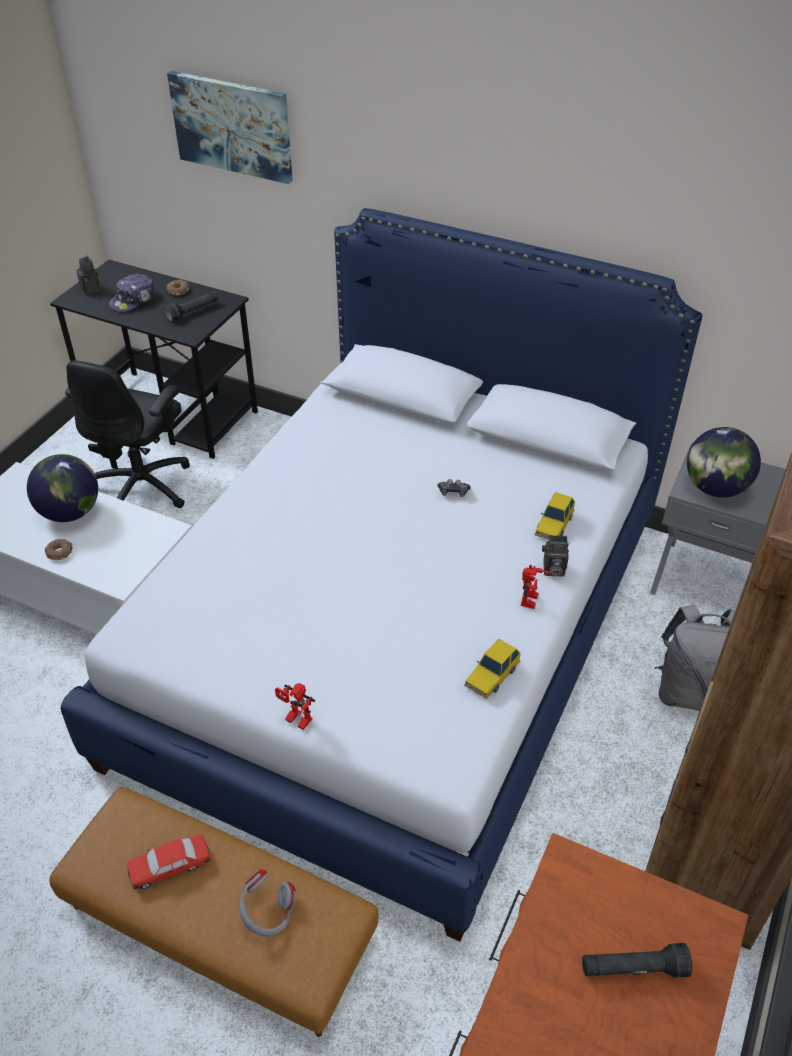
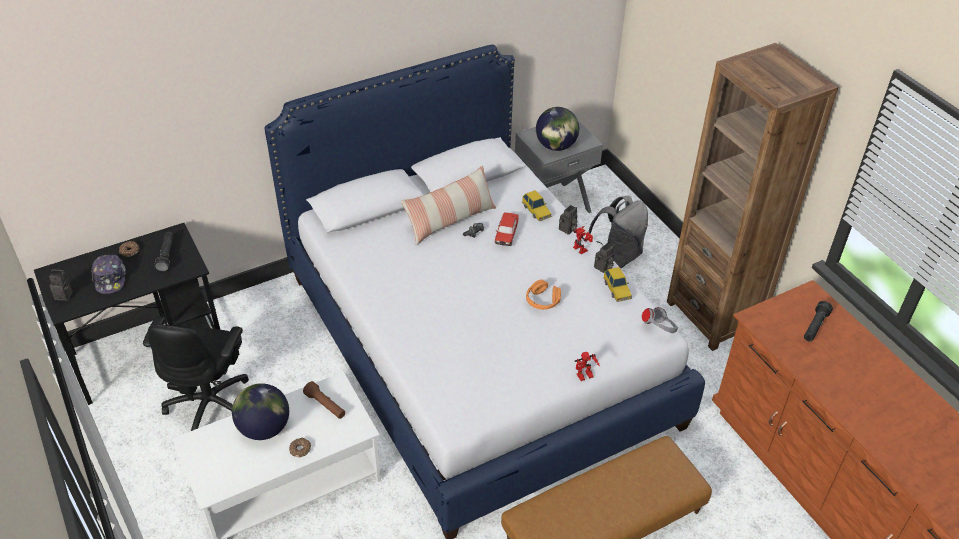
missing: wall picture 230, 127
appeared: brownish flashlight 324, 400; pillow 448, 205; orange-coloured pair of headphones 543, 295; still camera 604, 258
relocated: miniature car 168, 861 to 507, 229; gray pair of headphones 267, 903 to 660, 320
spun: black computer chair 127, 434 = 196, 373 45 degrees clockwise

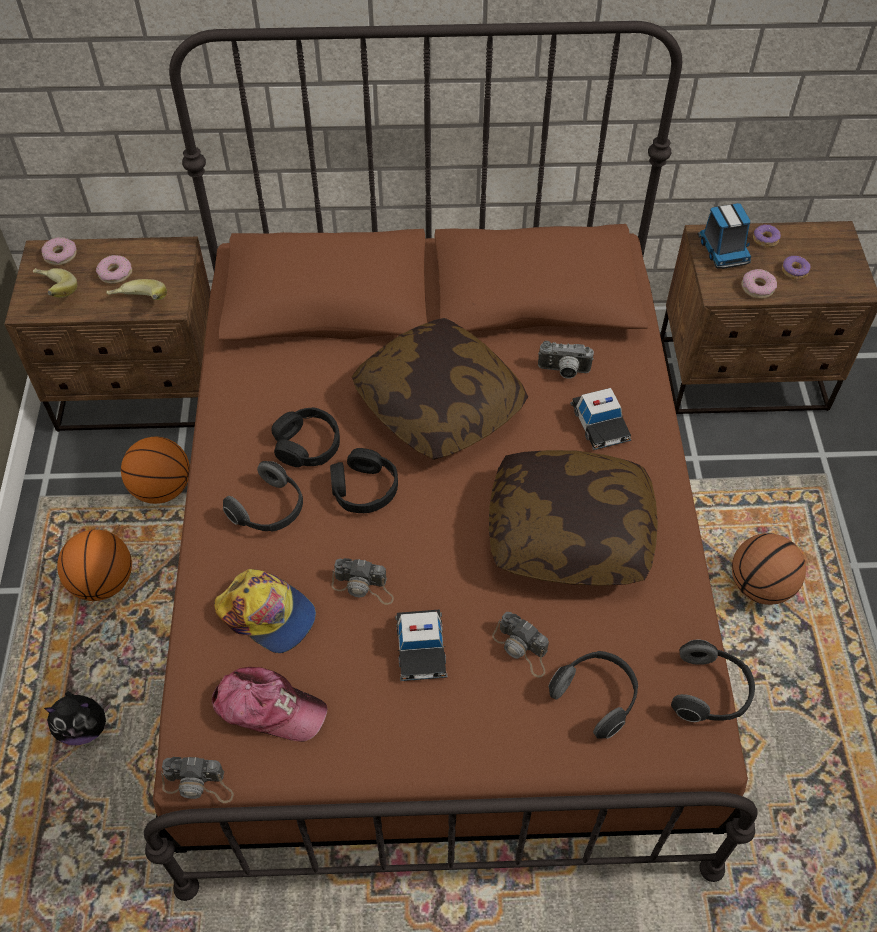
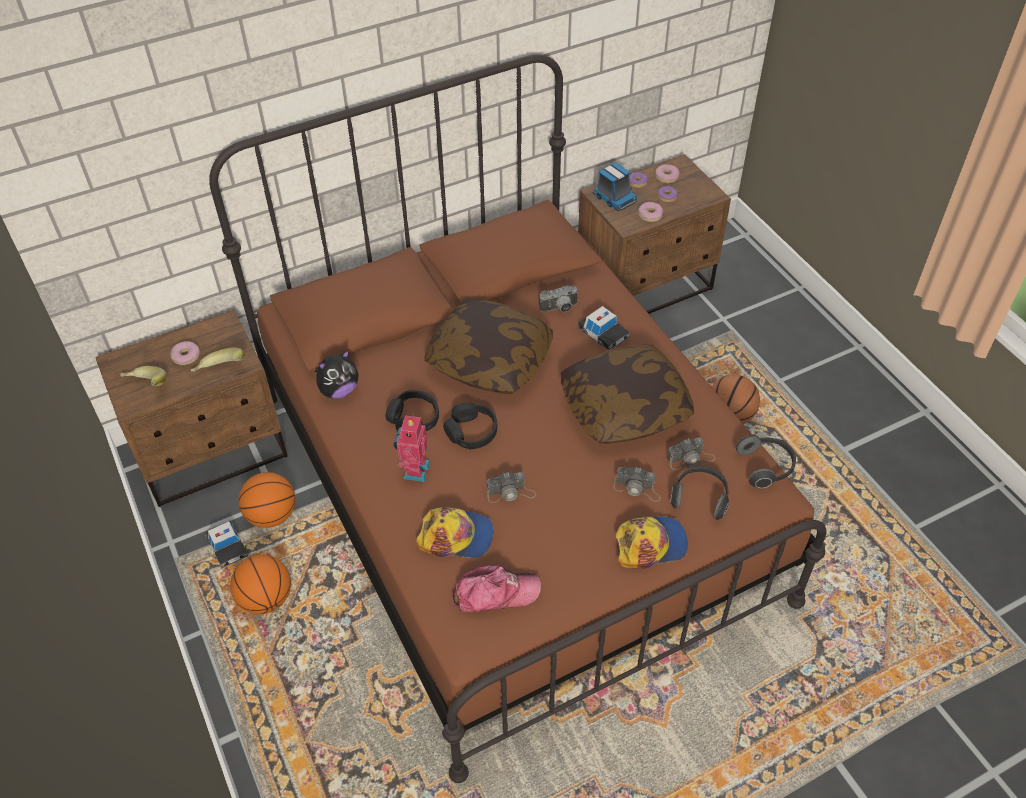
appeared: cap 652, 543
relocated: donut 59, 251 to 667, 173; soft toy 77, 718 to 337, 374; still camera 197, 780 to 691, 453; miniature car 421, 645 to 227, 545
exchanged: pair of headphones 263, 496 to model robot 411, 448

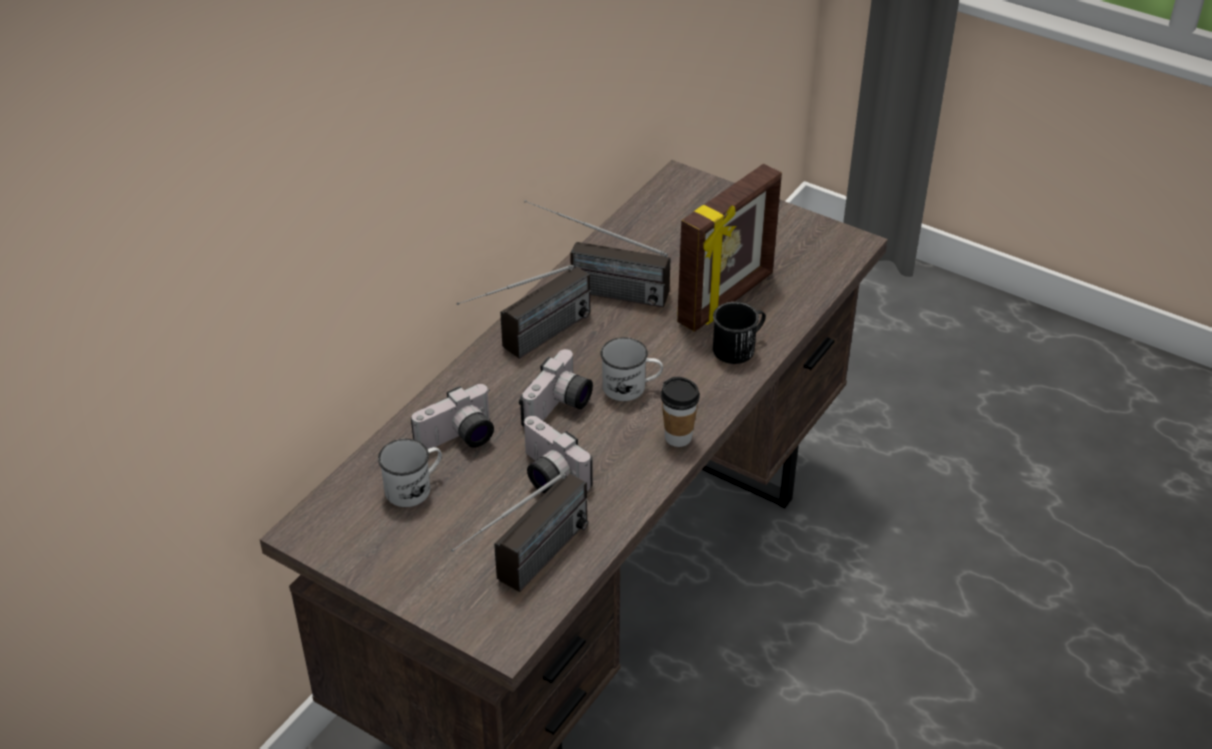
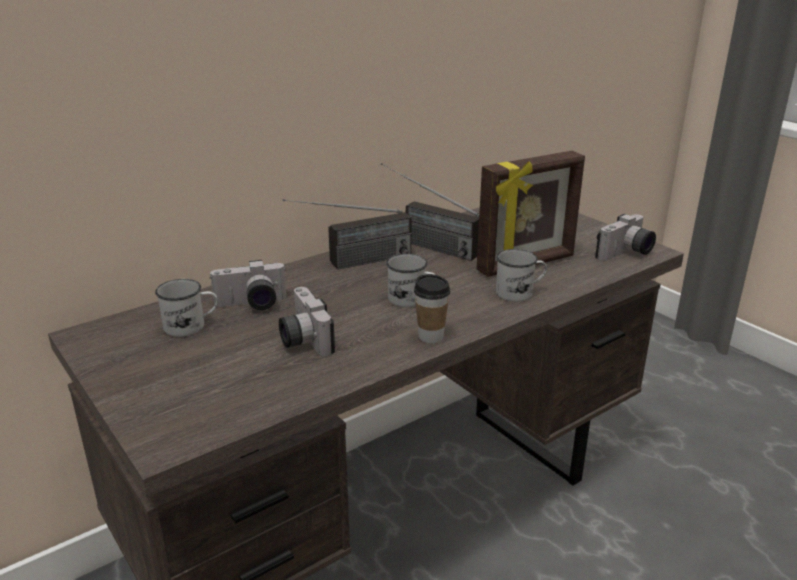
missing: radio set 519, 532
relocated: still camera 556, 388 to 625, 237
colour: black tea mug 739, 333 to whitish tea mug 521, 275

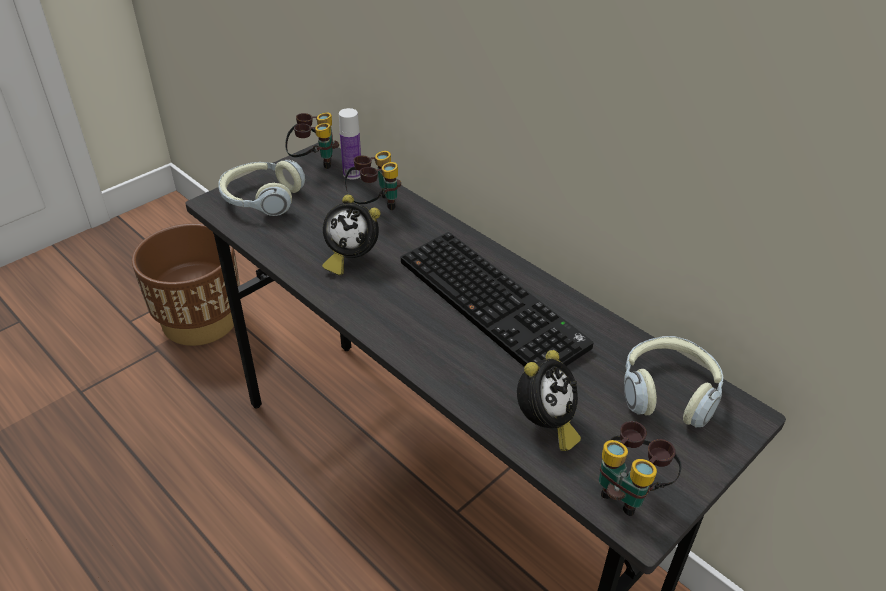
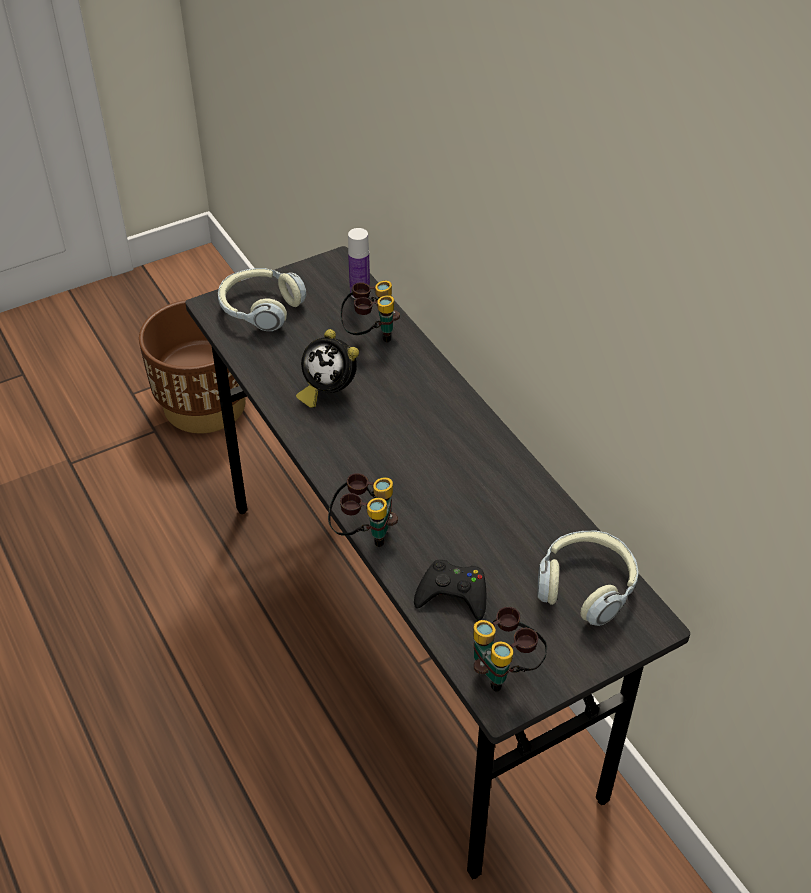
missing: keyboard 497, 299
relocated: binoculars 312, 140 to 363, 510
exchanged: bedside clock 549, 400 to black joypad 450, 590

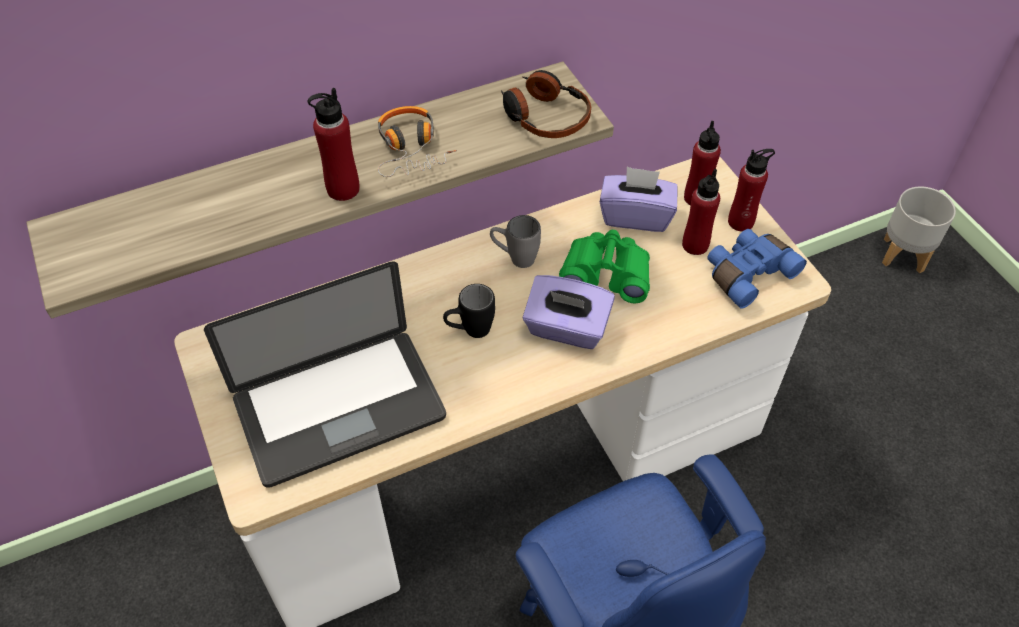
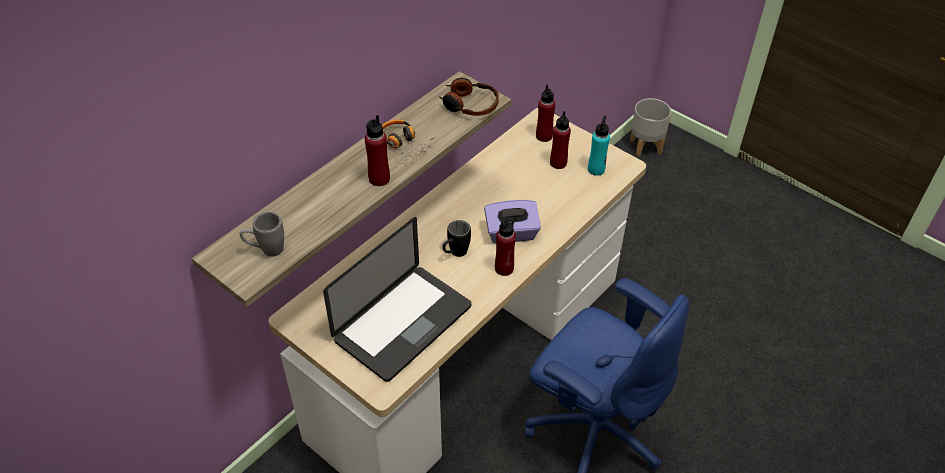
missing: green binoculars 604, 267; purple-coloured tissue holder 639, 199
relocated: gray tea mug 515, 241 to 262, 234; reddish drink bottle 751, 190 to 505, 246
exchanged: bluish binoculars 757, 269 to turquoise drink bottle 599, 146

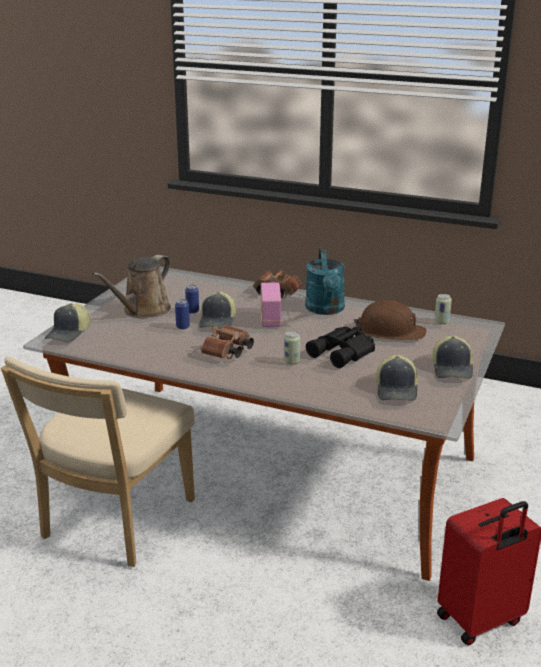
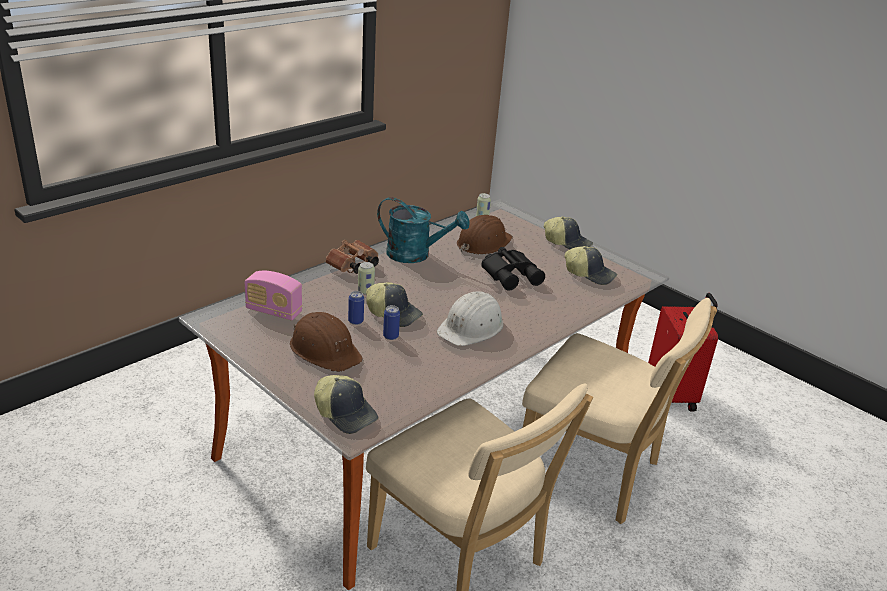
appeared: beige upright chair 619, 411
relocated: radio set 271, 304 to 273, 296; metal can 292, 347 to 366, 278
exchanged: brownish watering can 131, 286 to brownish hard hat 326, 342; brownish binoculars 227, 342 to whitish hard hat 469, 318

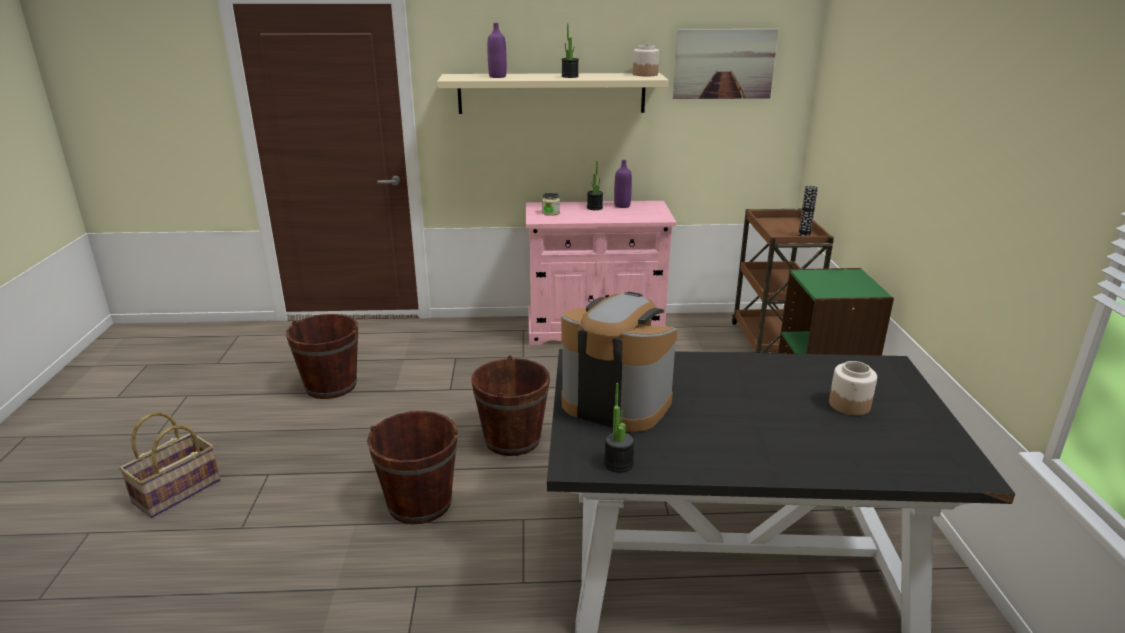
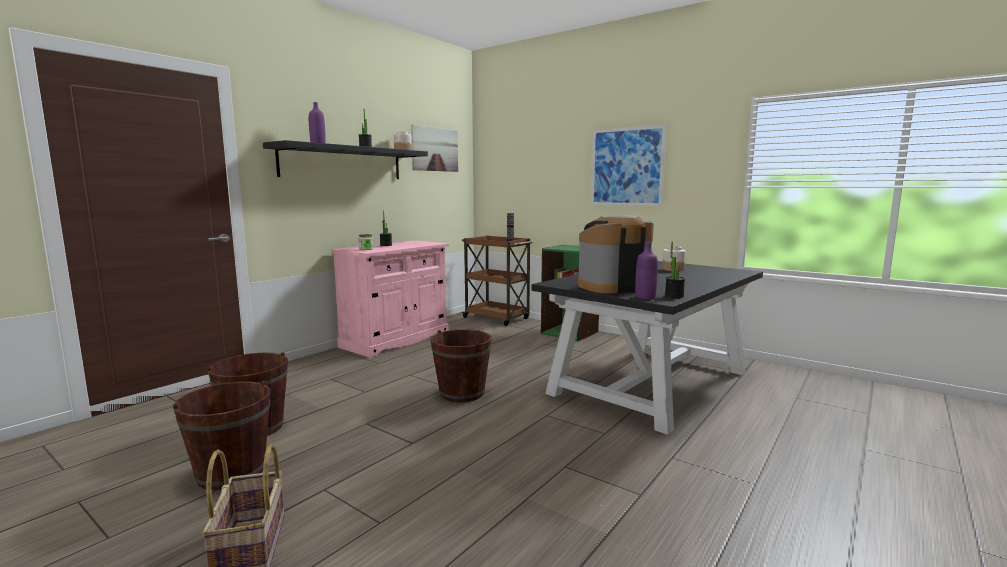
appeared: wall picture 628, 165
relocated: brownish bucket 412, 467 to 222, 435; purple-coloured drink bottle 623, 184 to 646, 270
colour: beige shelf 553, 93 to black shelf 345, 159

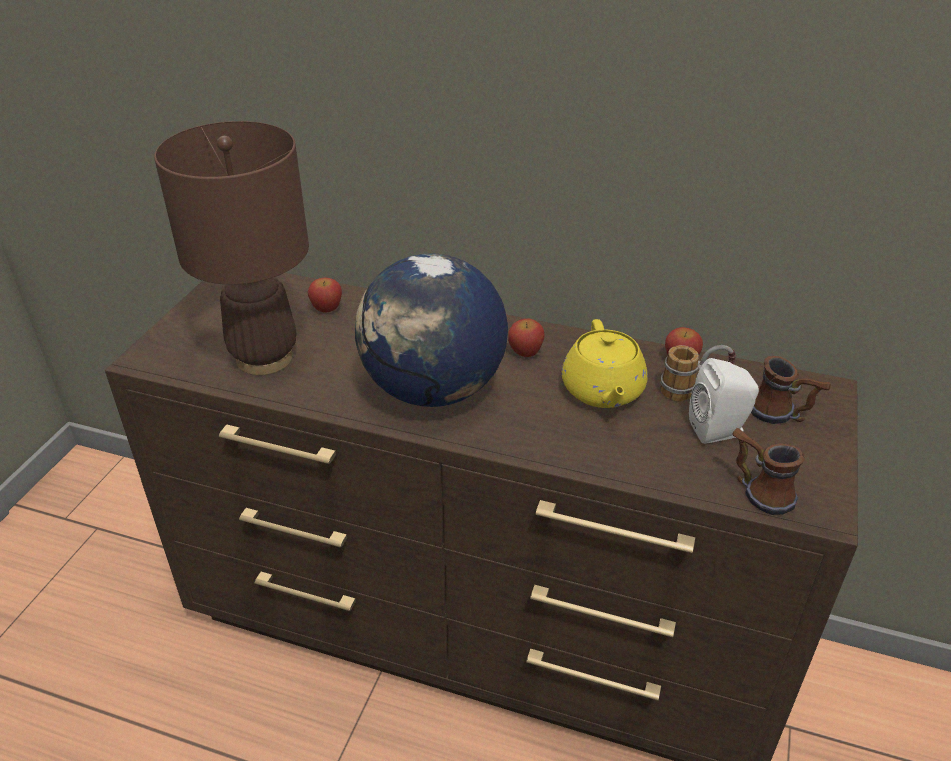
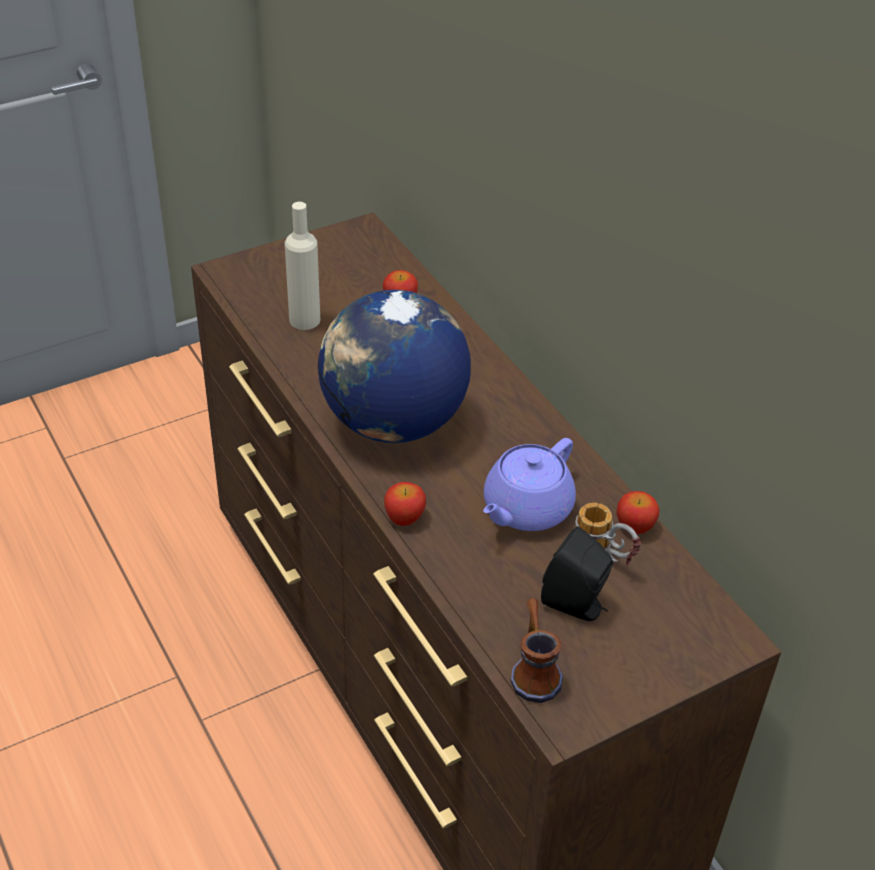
missing: tea mug 791, 390
relocated: apple fruit 526, 337 to 405, 504
exchanged: brownish table lamp 231, 248 to beige drink bottle 302, 266
colour: yellowish pot for tea 605, 363 to purple-coloured pot for tea 529, 484; whitish audio speaker 724, 401 to black audio speaker 577, 573

